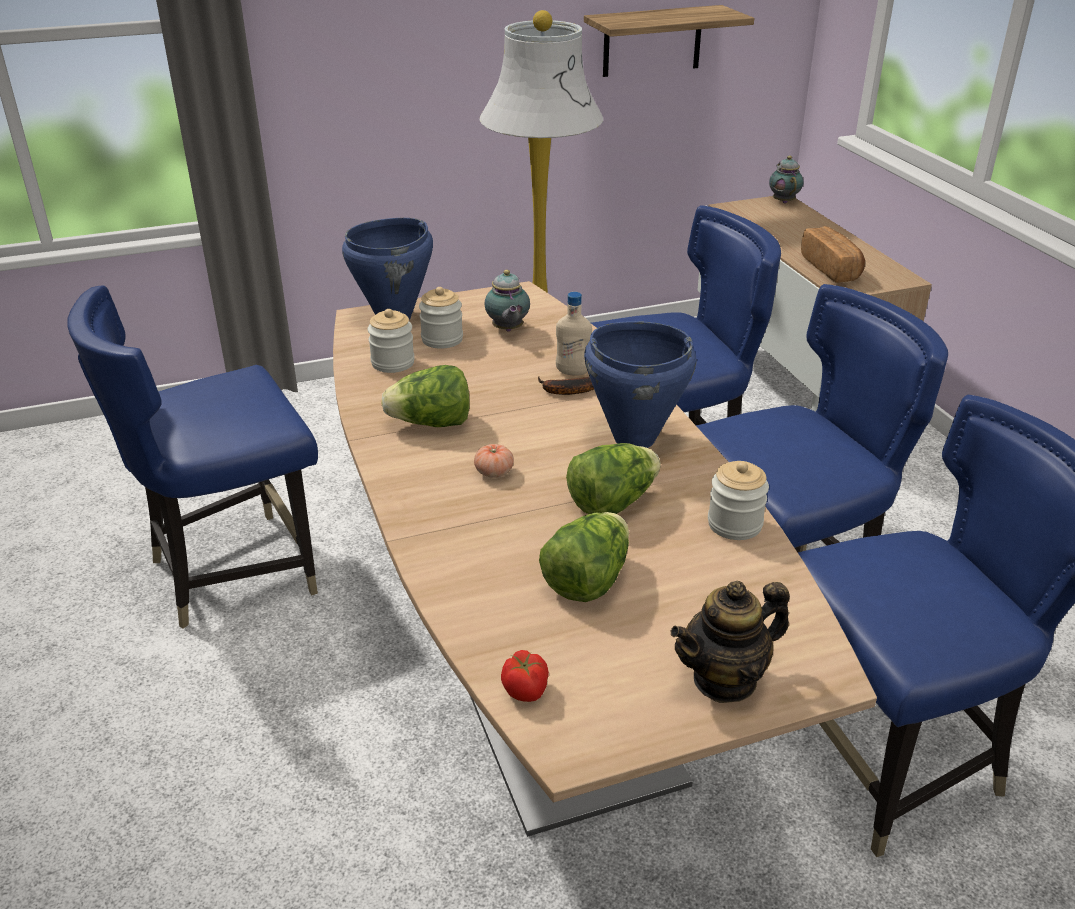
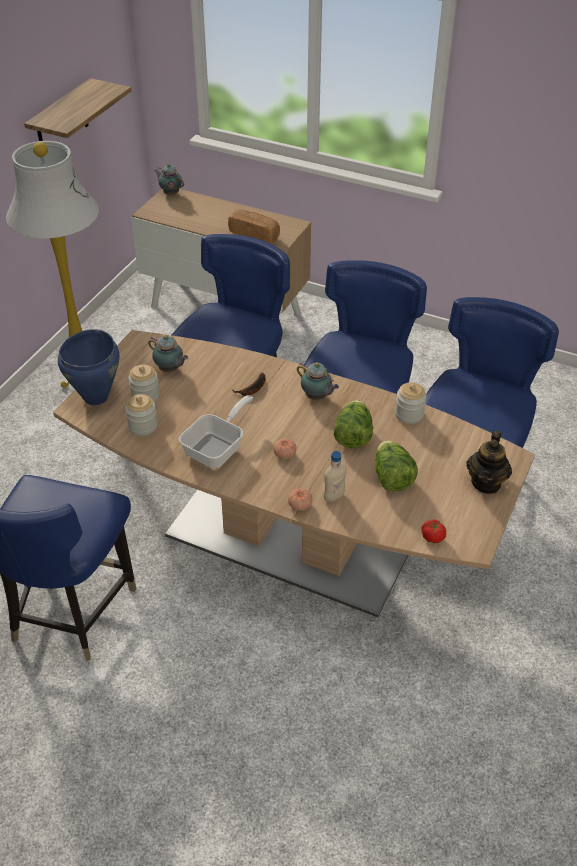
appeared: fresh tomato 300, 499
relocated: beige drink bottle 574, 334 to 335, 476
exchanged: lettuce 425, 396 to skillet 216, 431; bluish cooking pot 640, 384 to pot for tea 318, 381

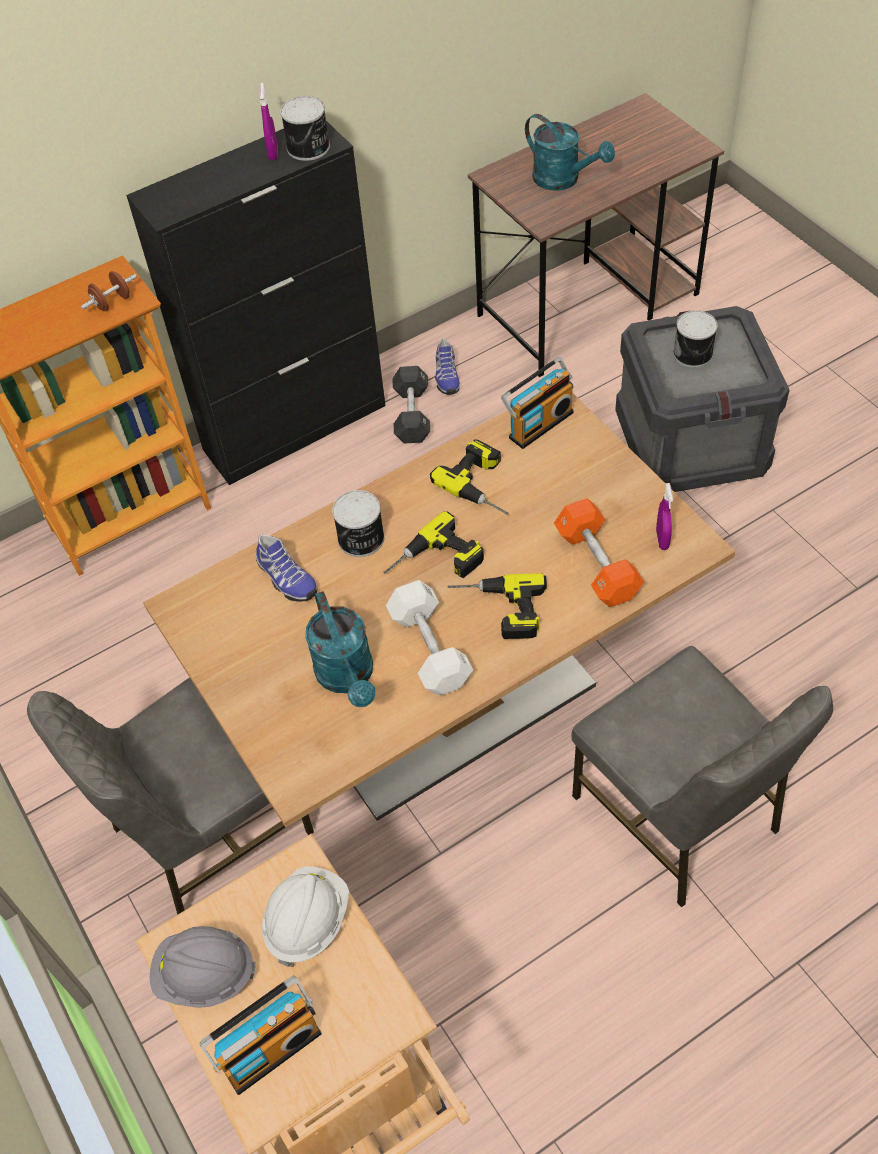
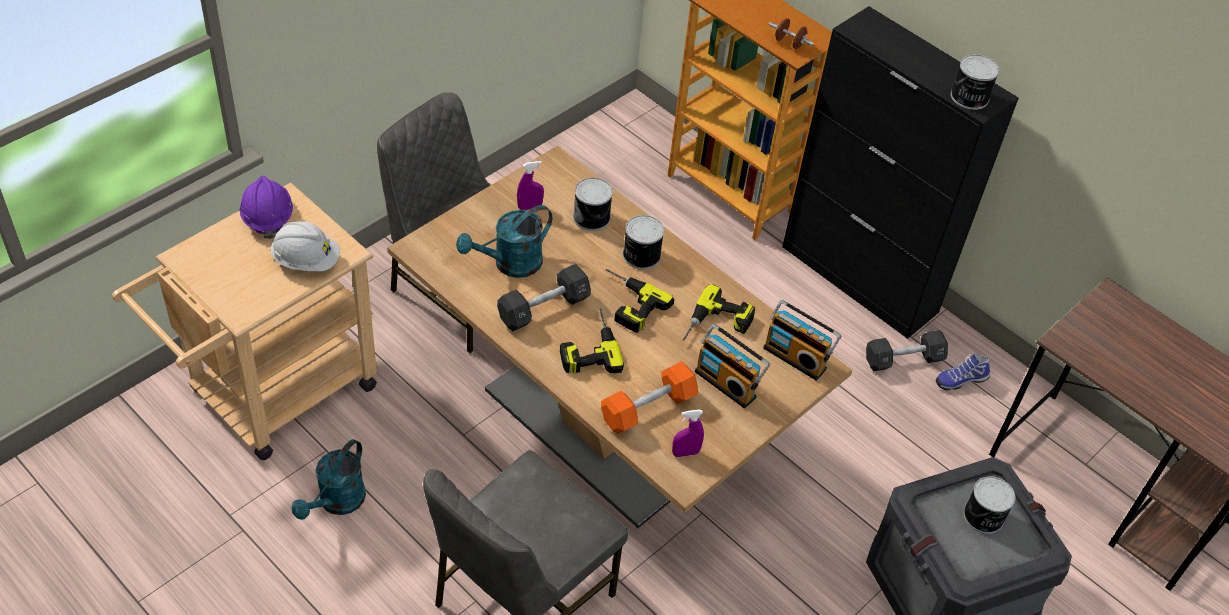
relocated: radio set 260, 1035 to 732, 366; purple-coloured sprayer 269, 121 to 530, 185; turquoise watering can 570, 152 to 329, 479
exchanged: low shoe 286, 568 to metal can 593, 204
colour: gray hard hat 203, 967 to purple-coloured hard hat 266, 207; whitish dumbbell 429, 637 to black dumbbell 544, 297

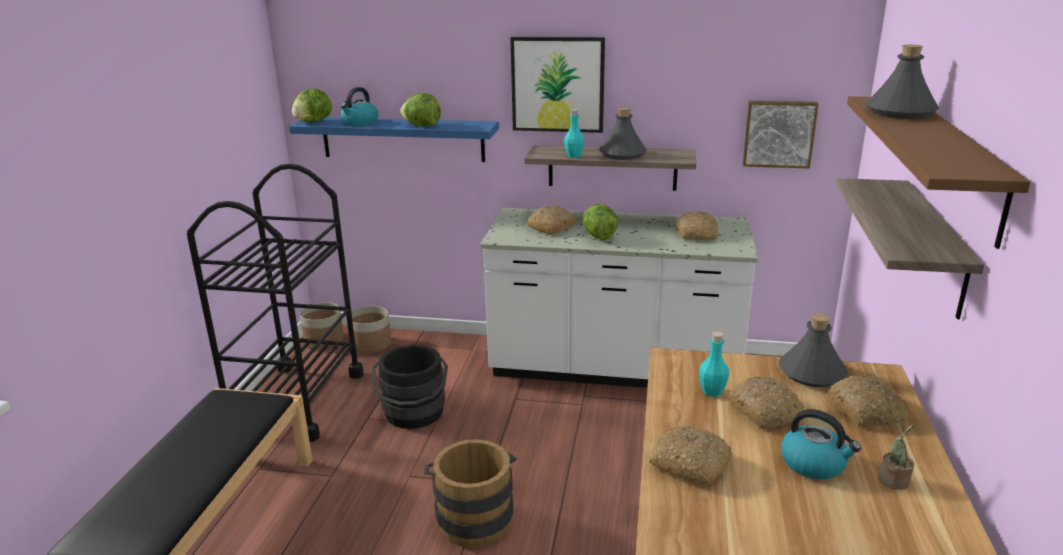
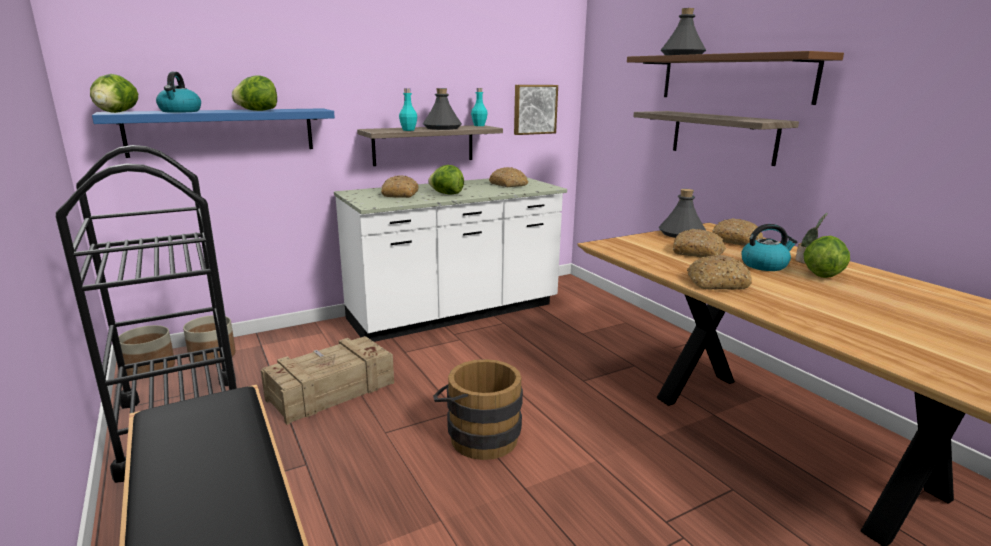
missing: wall picture 557, 85
appeared: lettuce 827, 257
relocated: turquoise drink bottle 714, 364 to 479, 107
exchanged: black bucket 410, 387 to packing crate 327, 380

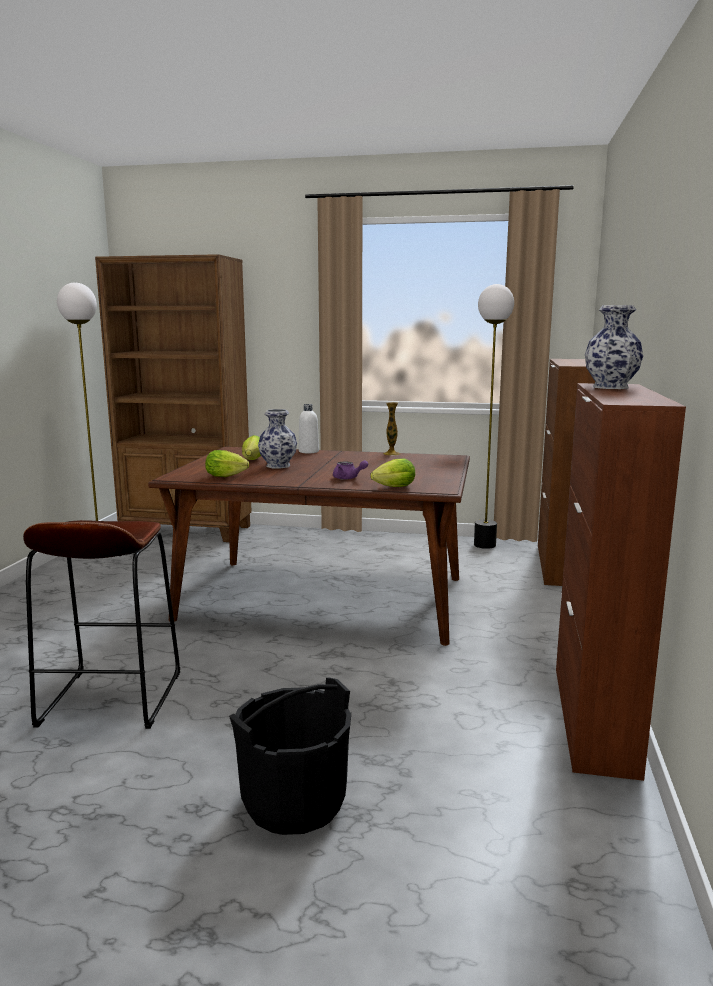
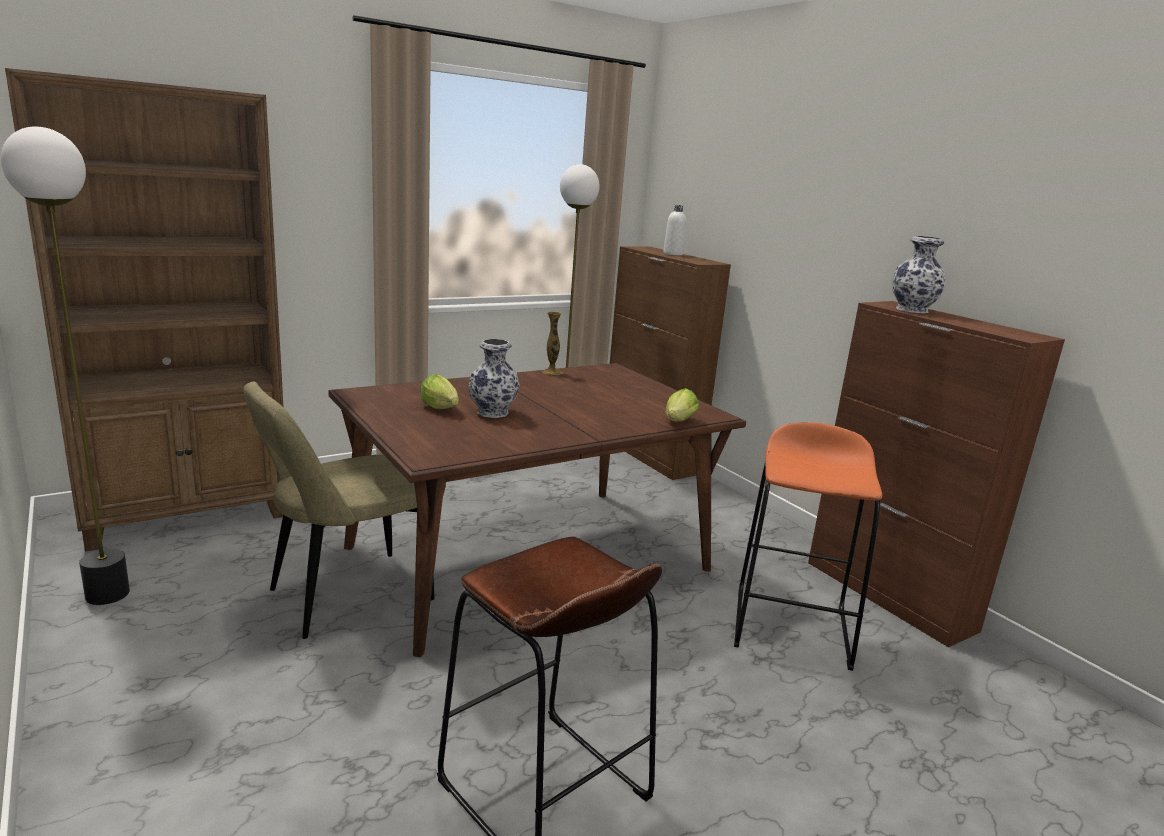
missing: lettuce 227, 463; black bucket 290, 756; purple-coloured pot for tea 350, 470
appeared: beige upright chair 339, 510; orange-coloured stool 808, 546
relocated: whitish drink bottle 309, 428 to 674, 230

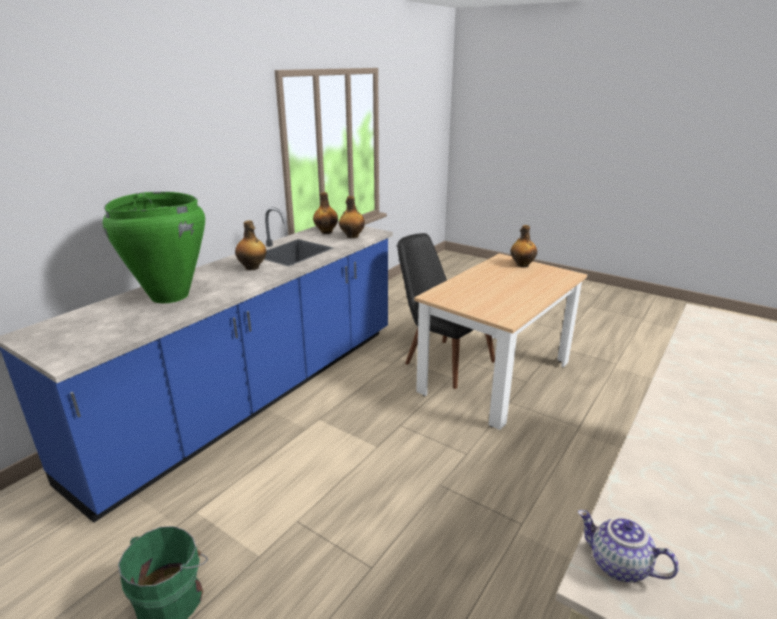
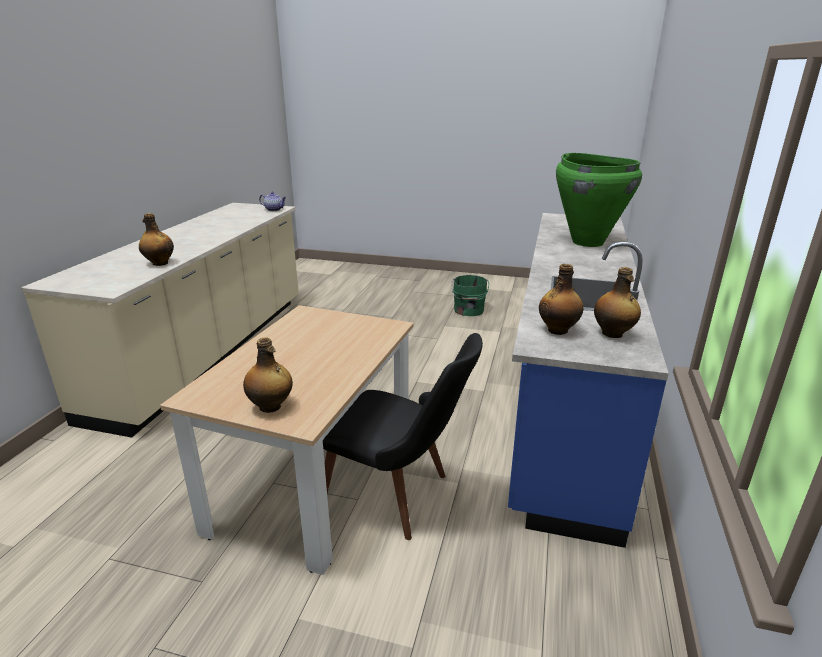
relocated: drink bottle 250, 245 to 156, 239

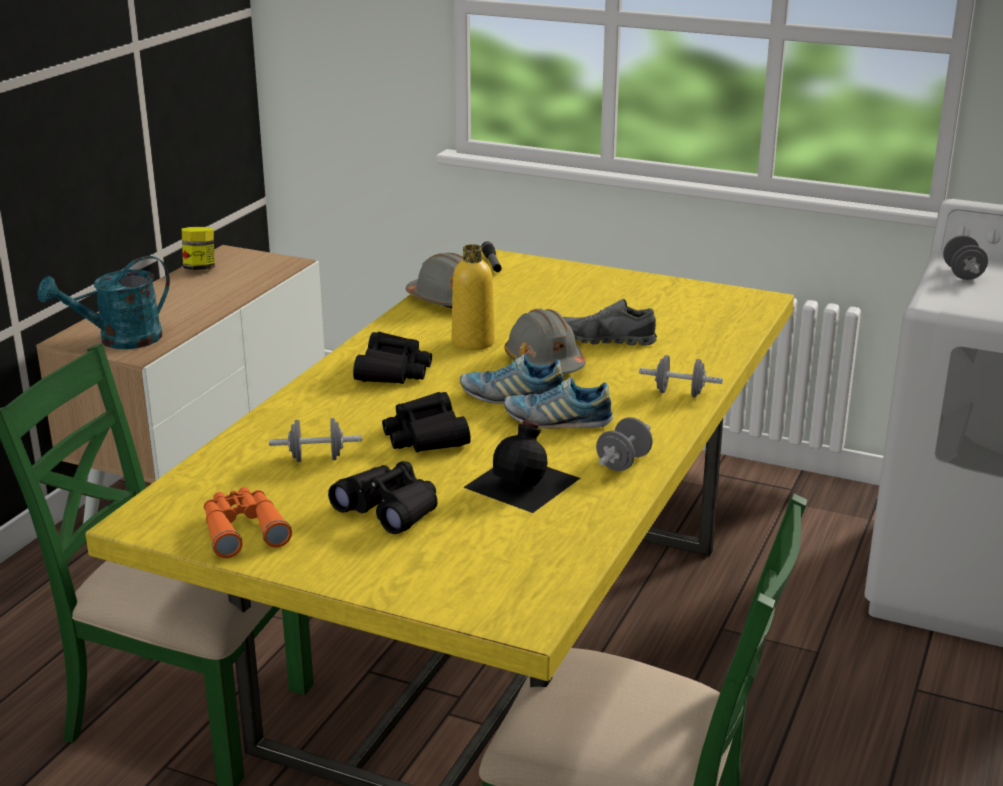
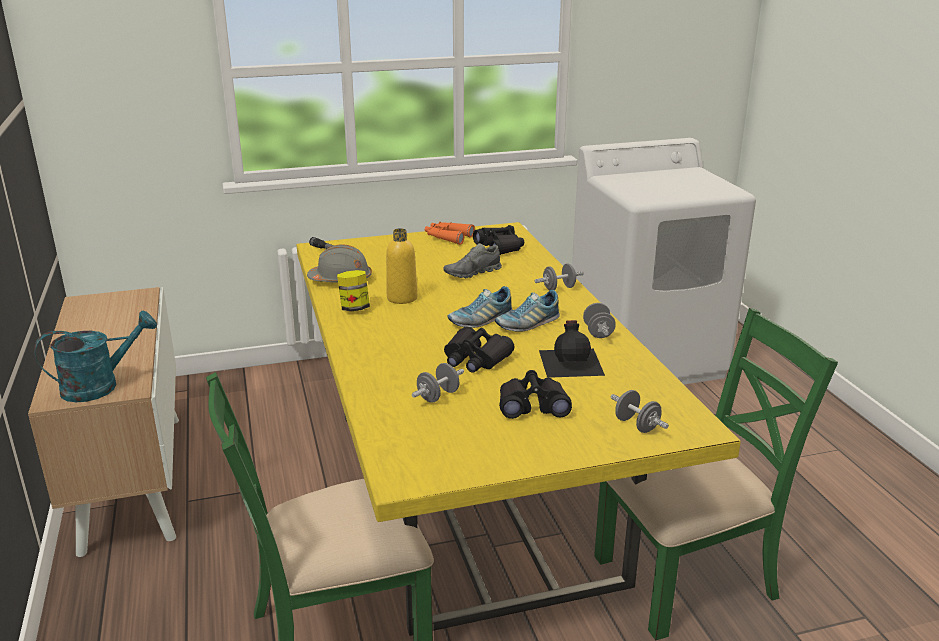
missing: gray hard hat 545, 342
relocated: storage jar 198, 248 to 353, 290; orange-coloured binoculars 248, 522 to 450, 233; black binoculars 392, 358 to 498, 240; gray dumbbell 965, 257 to 640, 411
spun: turquoise watering can 103, 302 = 95, 356 135 degrees counterclockwise

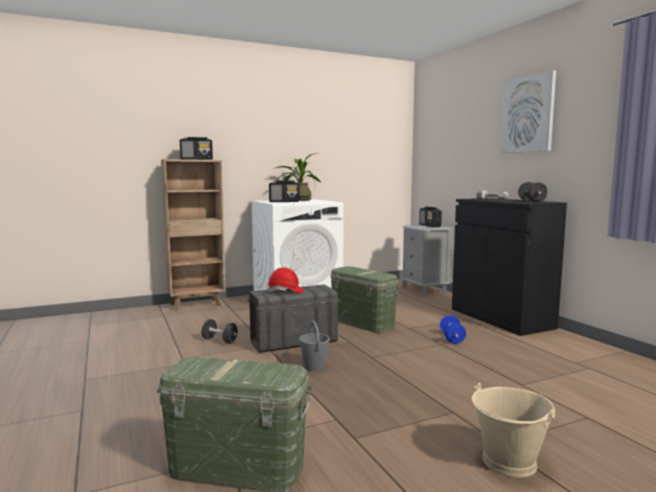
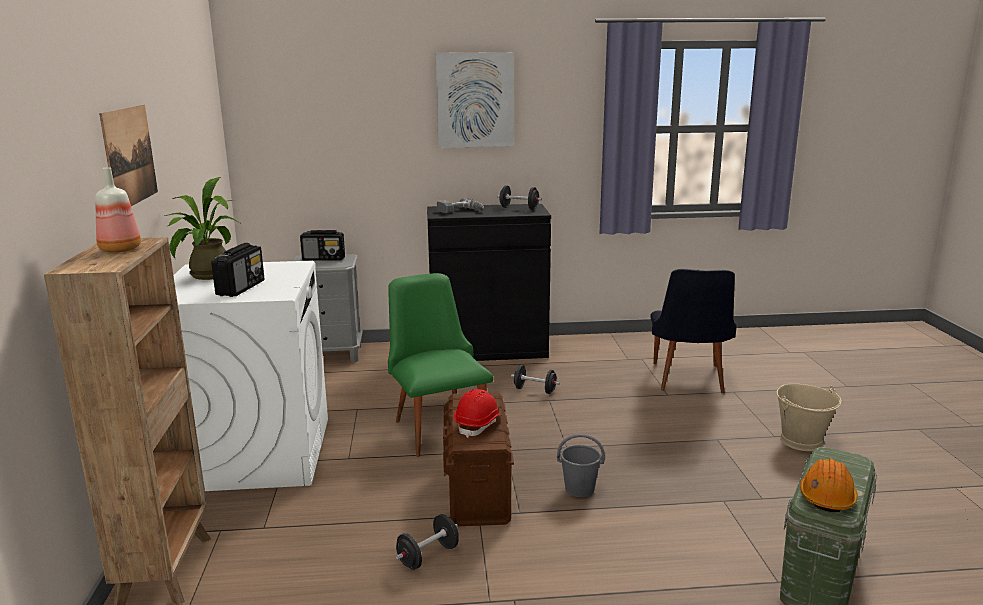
appeared: wall picture 128, 155; black upright chair 693, 331; orange-coloured hard hat 829, 485
exchanged: radio set 196, 148 to drink bottle 118, 210; green storage box 365, 299 to green upright chair 440, 365
colour: gray storage box 294, 318 to brownish storage box 478, 459; bluish dumbbell 453, 329 to black dumbbell 535, 379

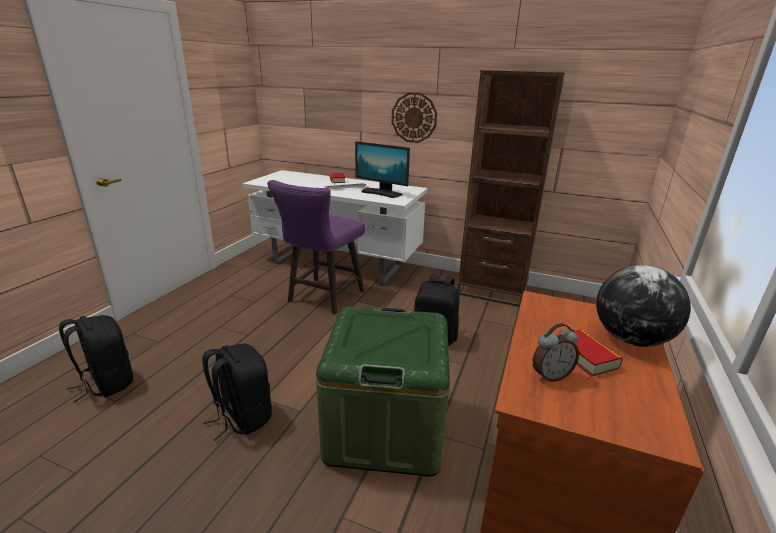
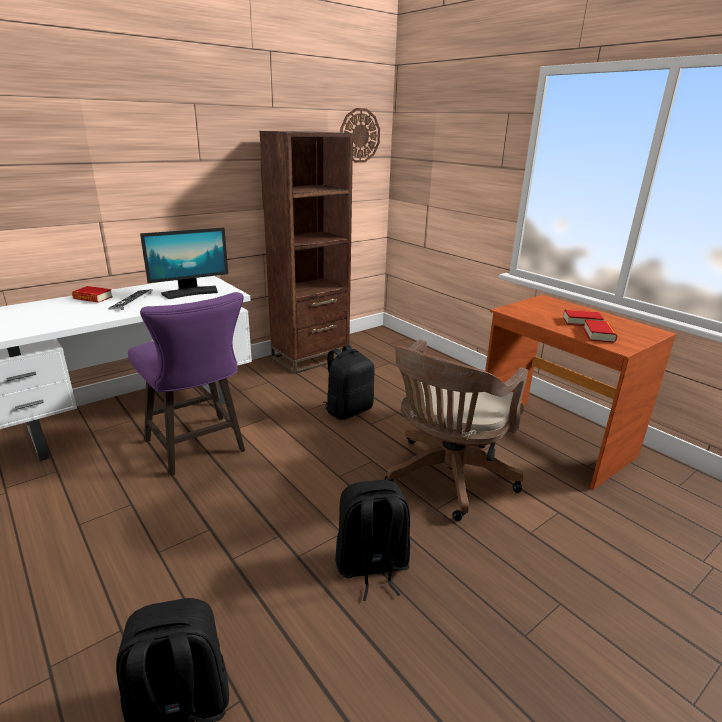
missing: globe 643, 306
relocated: hanging clock 414, 117 to 360, 135
exchanged: green storage box 383, 392 to brownish computer chair 456, 430; bedside clock 556, 352 to volume 600, 331

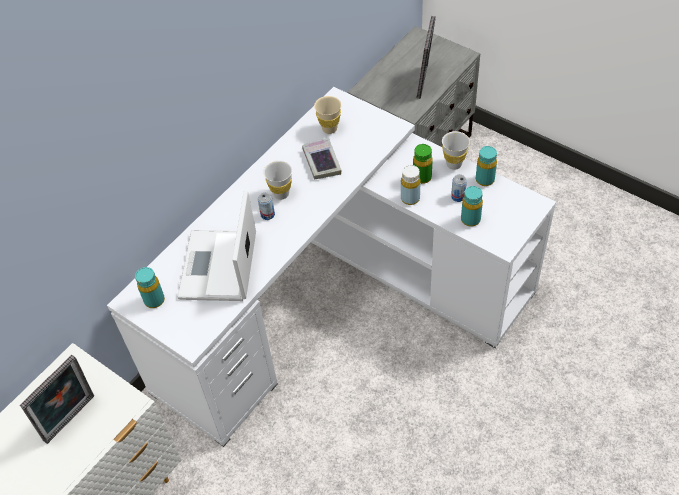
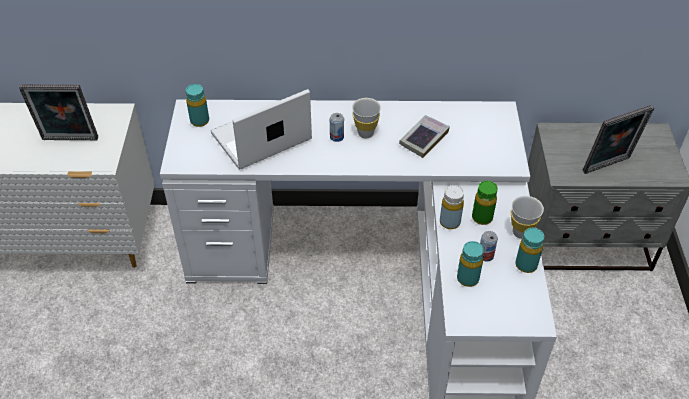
missing: beige small cup 327, 115

